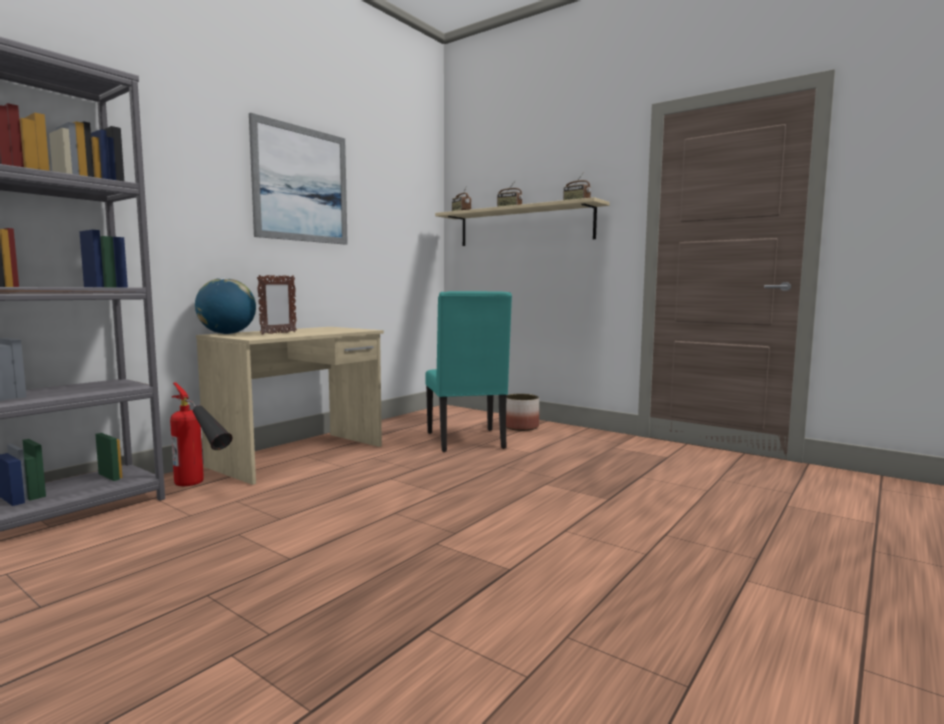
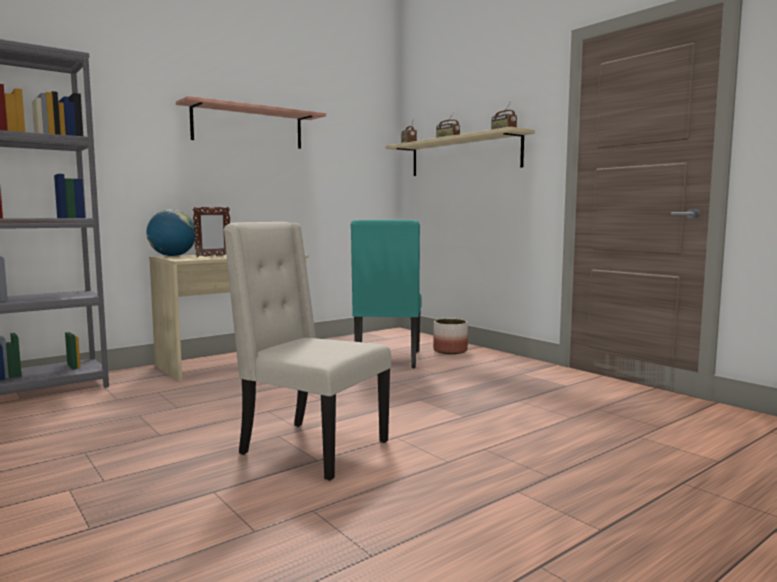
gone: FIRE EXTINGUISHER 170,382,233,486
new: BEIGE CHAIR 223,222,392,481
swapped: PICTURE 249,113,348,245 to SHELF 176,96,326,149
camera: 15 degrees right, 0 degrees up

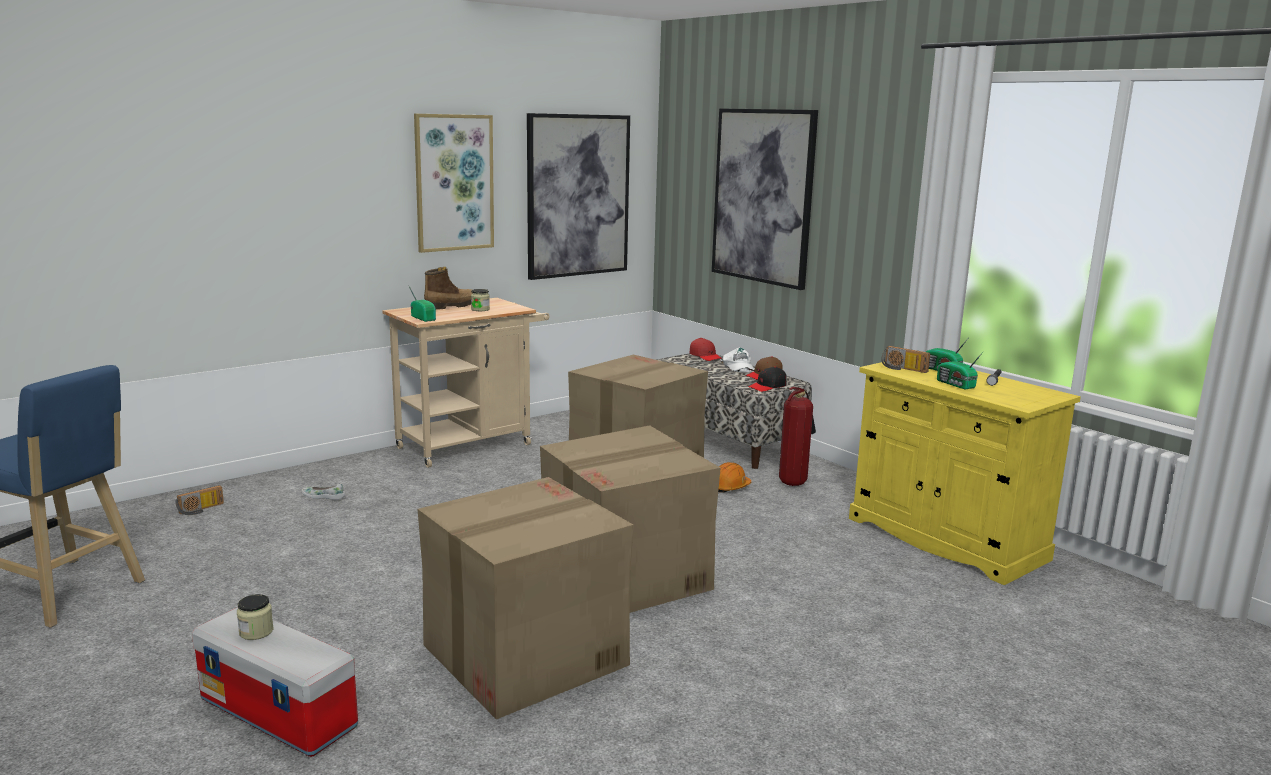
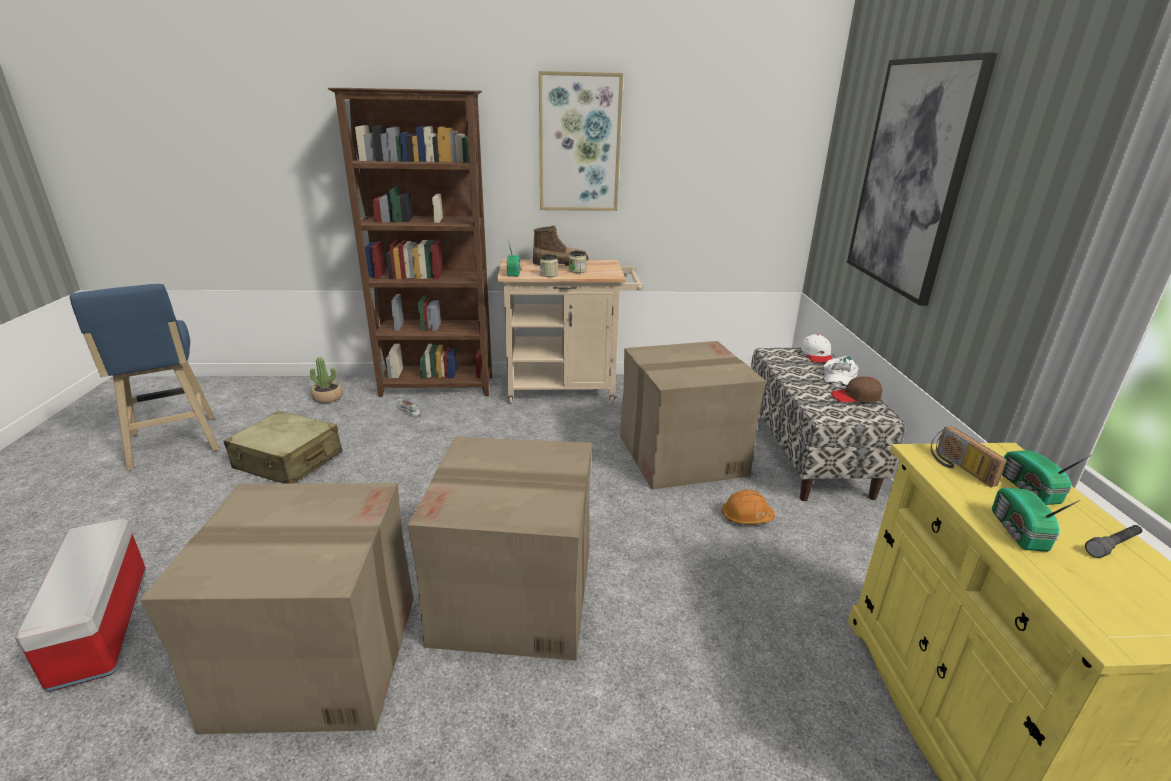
gone: PICTURE 527,113,630,280; BLACK CAP 748,367,787,392; FIRE EXTINGUISHER 779,387,816,486
new: BEIGE SUITCASE 224,411,342,484; BROWN BOOKCASE 328,88,492,397
shifted: JAR 237,594,274,640 to 540,254,558,277
swapped: RADIO 175,485,224,515 to POTTED PLANT 310,357,343,403
repainted: RED CAP 689,338,722,361 to WHITE CAP 801,334,832,362
camera: 35 degrees right, 10 degrees up

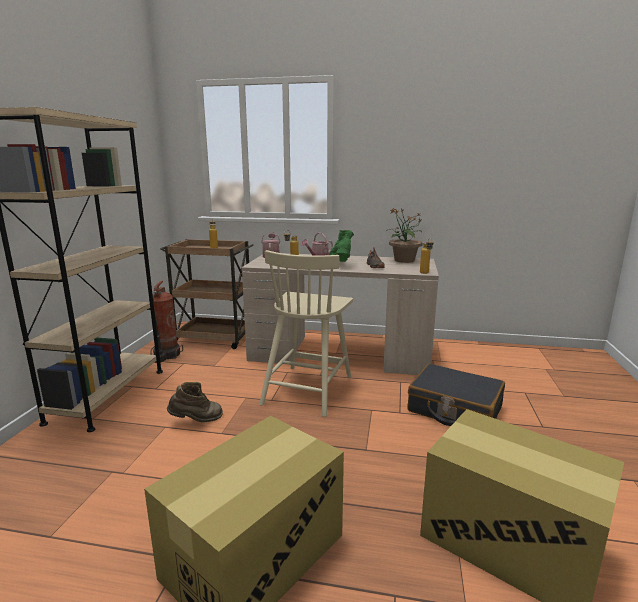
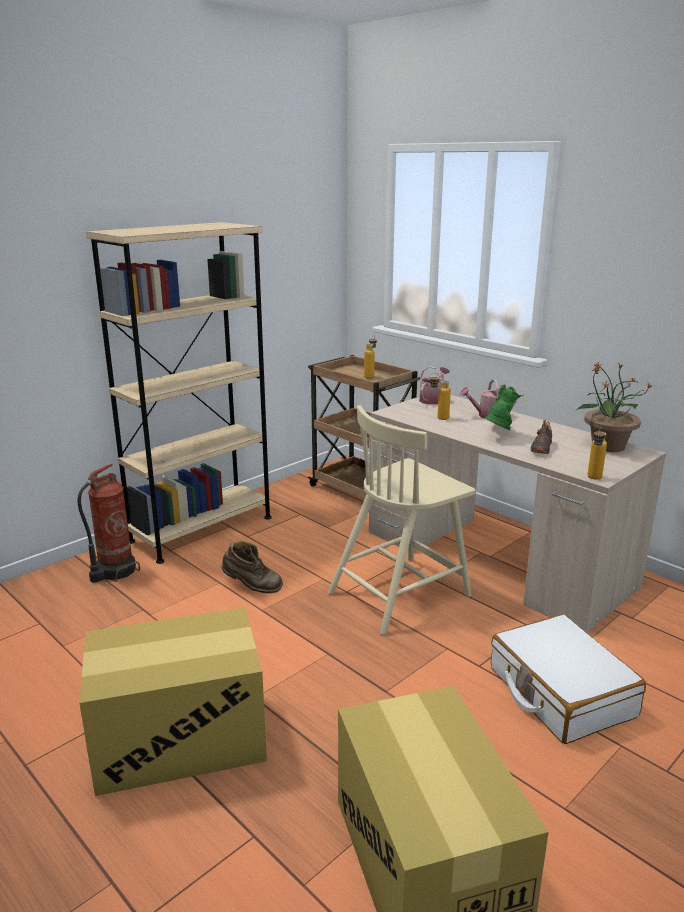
shifted: FIRE EXTINGUISHER 150,281,183,362 to 78,464,140,583
repainted: BLACK SUITCASE 408,363,505,426 to WHITE SUITCASE 491,614,646,744
camera: 35 degrees right, 5 degrees up

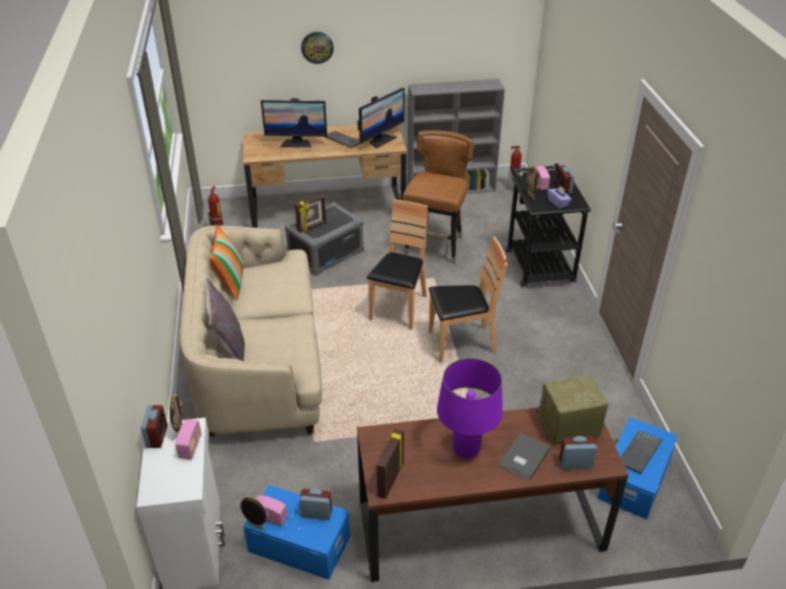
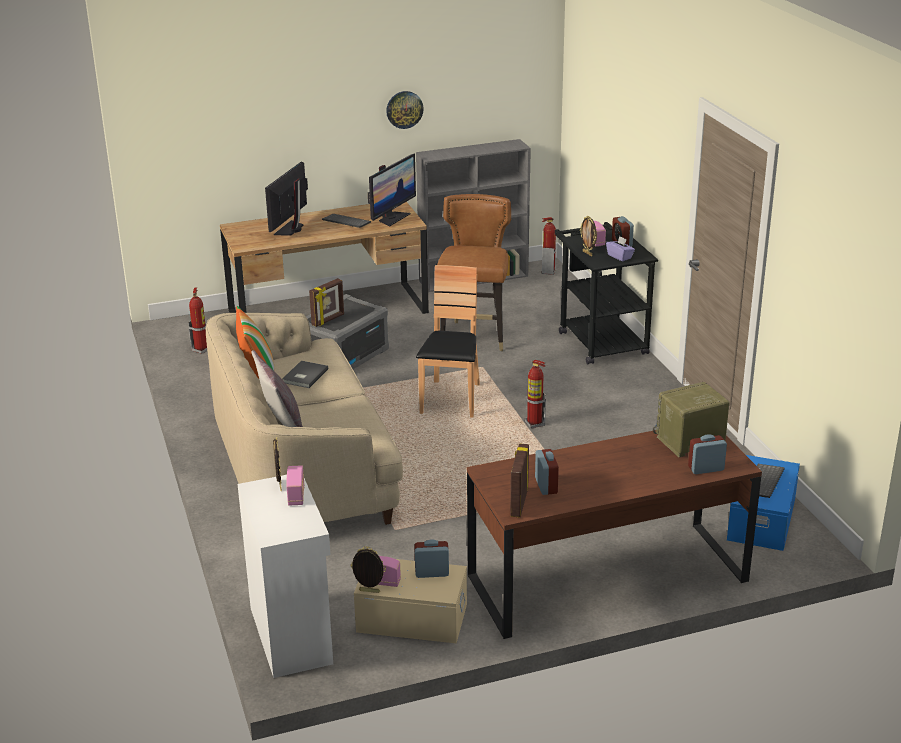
gone: PURPLE TABLE LAMP 437,358,503,459
shifted: GREY BOOK 499,433,550,480 to 283,361,328,388; WALL CLOCK 301,32,334,64 to 386,91,424,129; ALARM CLOCK 141,405,167,448 to 535,449,559,495
swapped: BROWN CHAIR 429,237,507,362 to FIRE EXTINGUISHER 524,360,546,429
repainted: BLUE STORAGE BOX 243,485,350,580 to BEIGE STORAGE BOX 354,559,467,644
rotated: MONITOR 261,98,327,147 = 265,162,308,235 120 degrees clockwise
camera: 10 degrees left, 10 degrees down

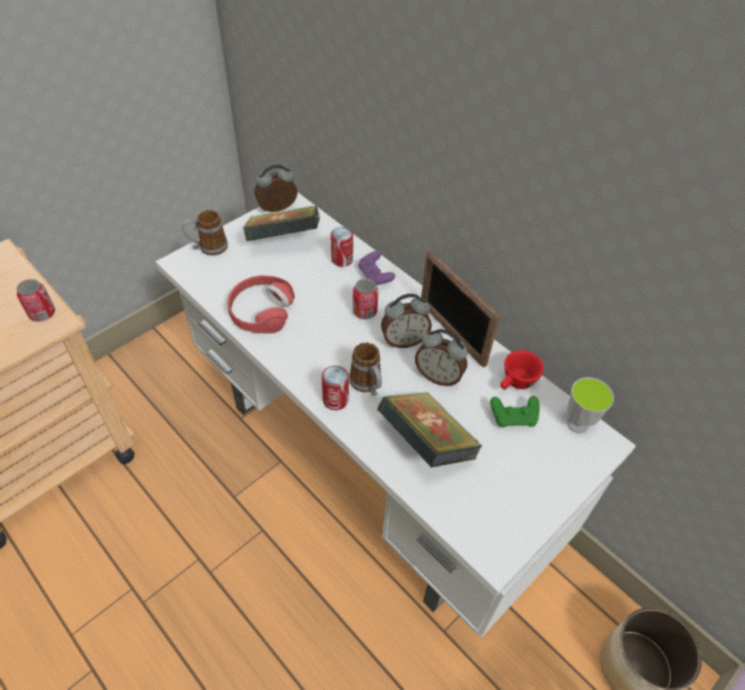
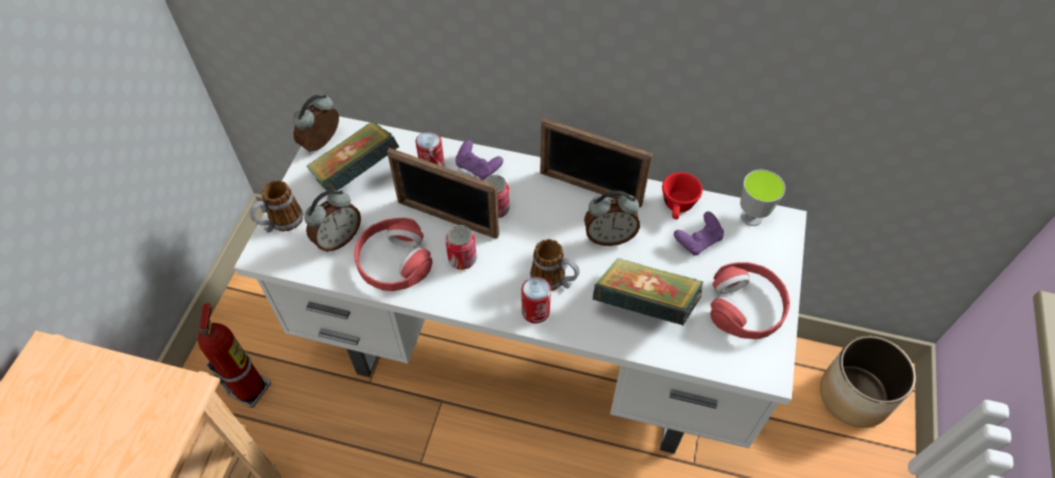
new: FIRE EXTINGUISHER 198,303,271,408; PICTURE FRAME 387,148,499,239; RED HEADPHONES 710,262,790,339
shifted: ALARM CLOCK 381,294,432,348 to 304,190,361,252; CAN 17,279,55,322 to 445,225,477,270
repainted: GREEN GAME CONTROLLER 490,396,540,428 to PURPLE GAME CONTROLLER 674,211,724,256
camera: 30 degrees left, 5 degrees up

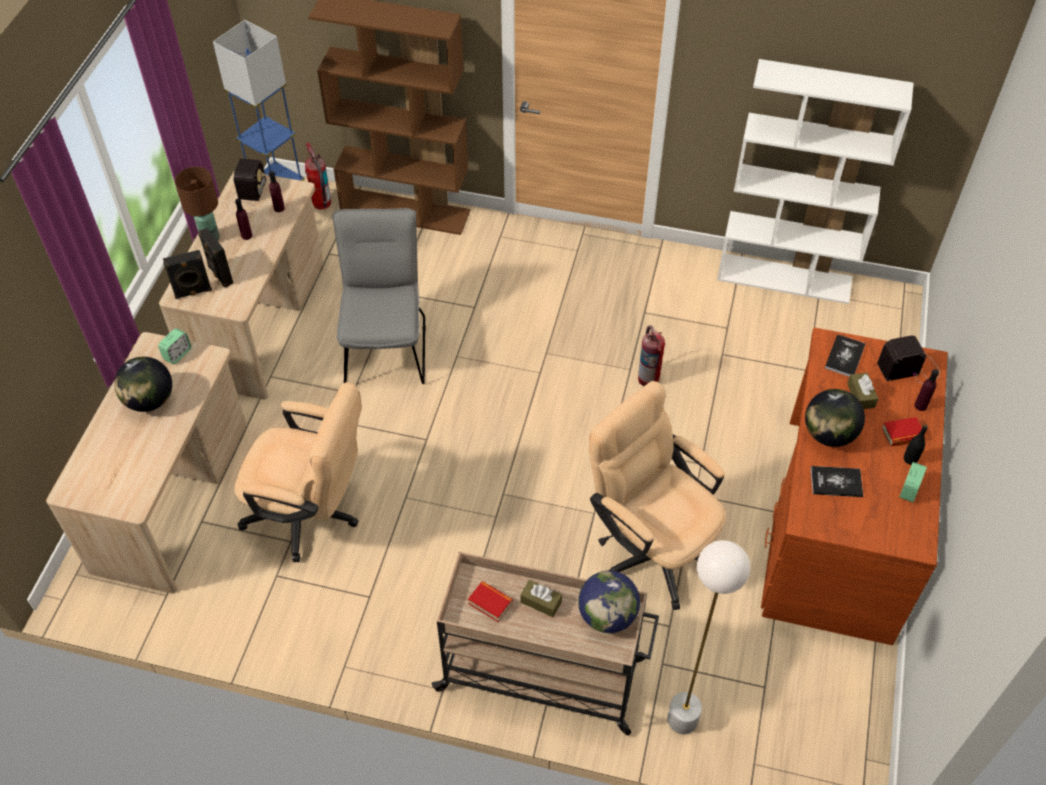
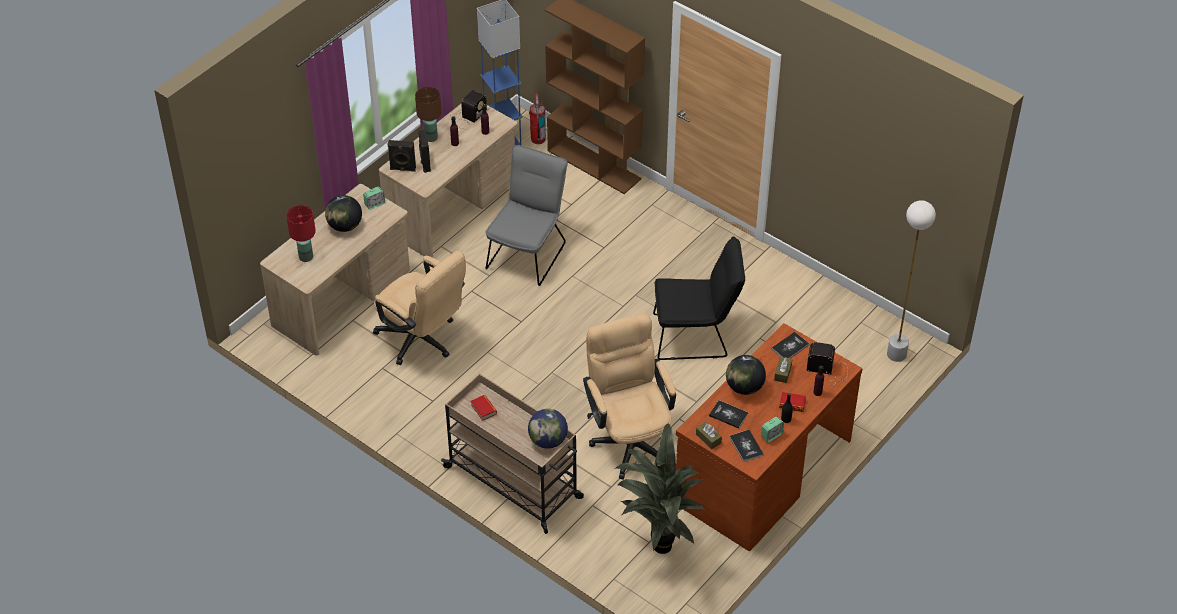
gone: WHITE BOOKCASE 717,59,914,304
new: RED TABLE LAMP 286,205,316,262; POTTED PLANT 614,423,706,554; BOOK 729,430,764,462
shifted: BROWN TISSUE BOX 520,580,562,617 to 696,422,722,449; WHITE FLOOR LAMP 667,540,750,734 to 887,200,936,362
swapped: FIRE EXTINGUISHER 638,325,665,386 to BLACK CHAIR 653,236,745,360
camera: 25 degrees right, 5 degrees down

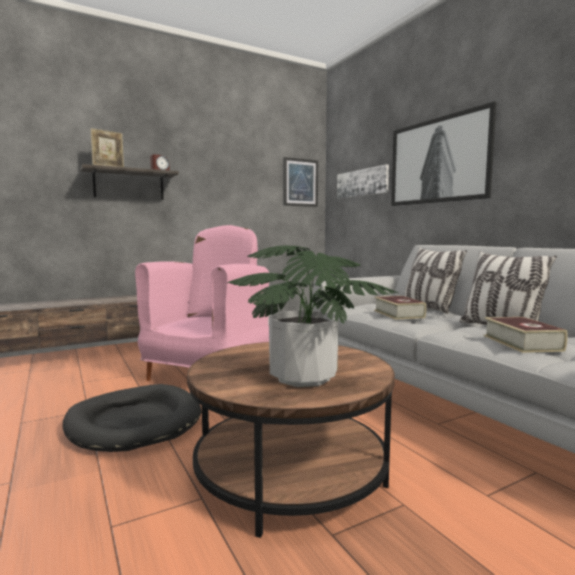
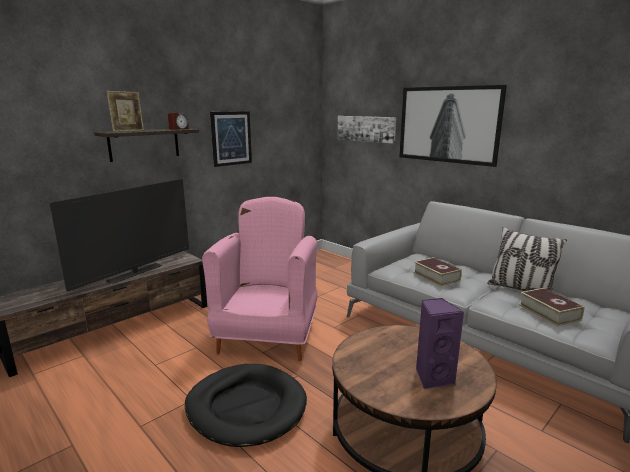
gone: PILLOW 404,247,467,314
new: TELEVISION 50,179,189,291
shifted: PICTURE 283,157,318,207 to 210,111,252,167
swapped: POTTED PLANT 227,245,399,387 to PURPLE SPEAKER 416,298,464,390
camera: 15 degrees left, 10 degrees up

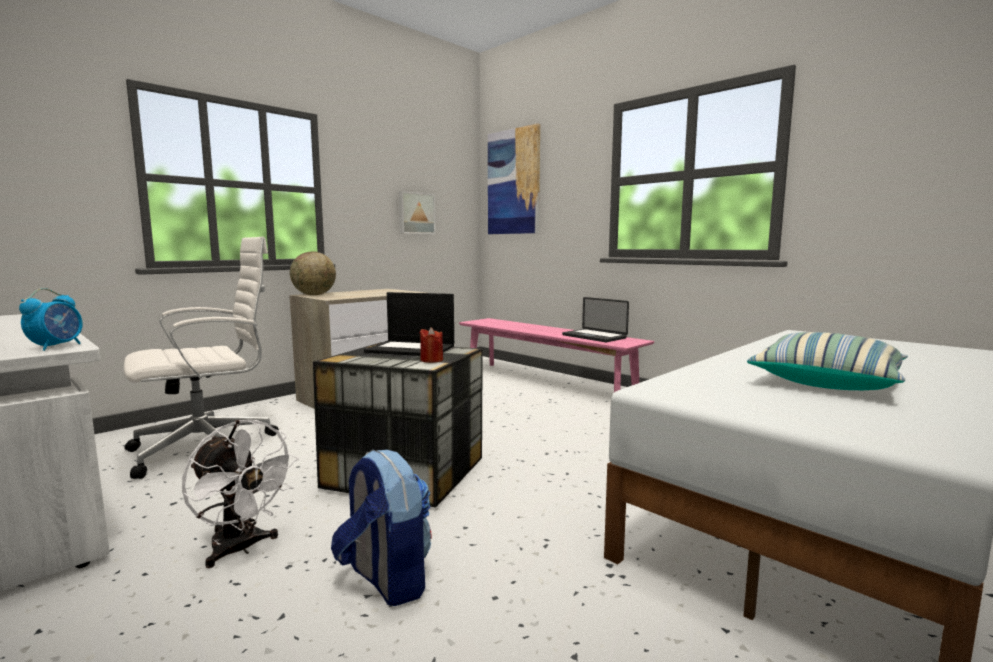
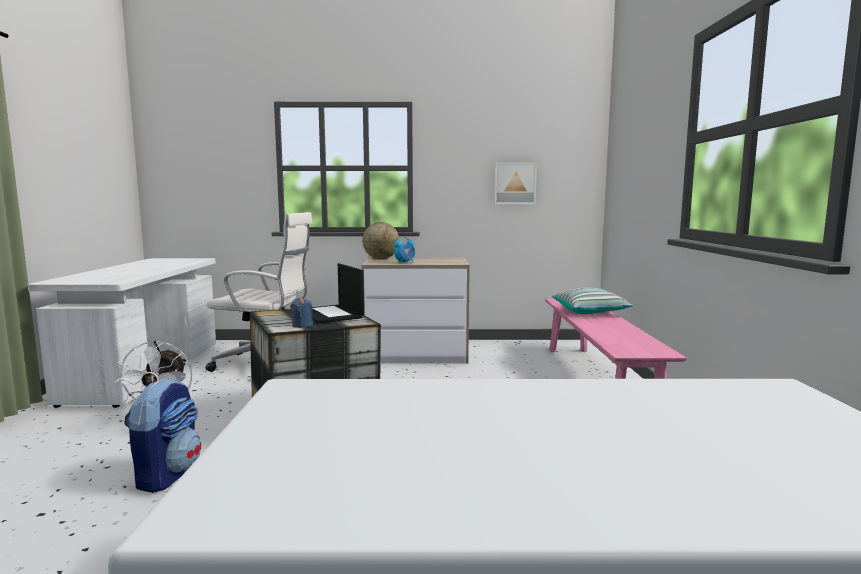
gone: PICTURE 488,123,540,234; LAPTOP 562,297,629,342
shifted: ALARM CLOCK 19,288,83,351 to 394,237,415,264; PILLOW 747,332,908,390 to 552,287,633,314
repainted: RED CANDLE 420,327,443,363 to BLUE CANDLE 290,297,313,328
camera: 45 degrees right, 0 degrees up

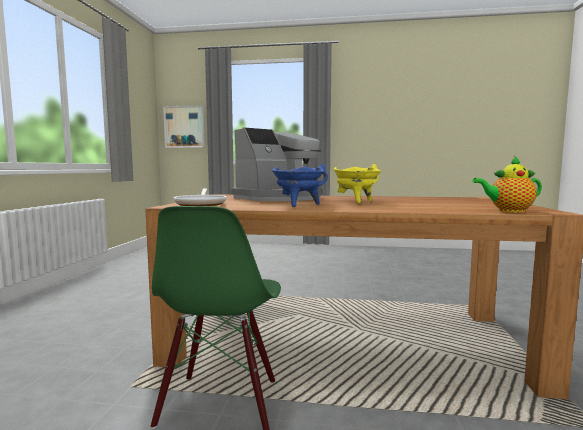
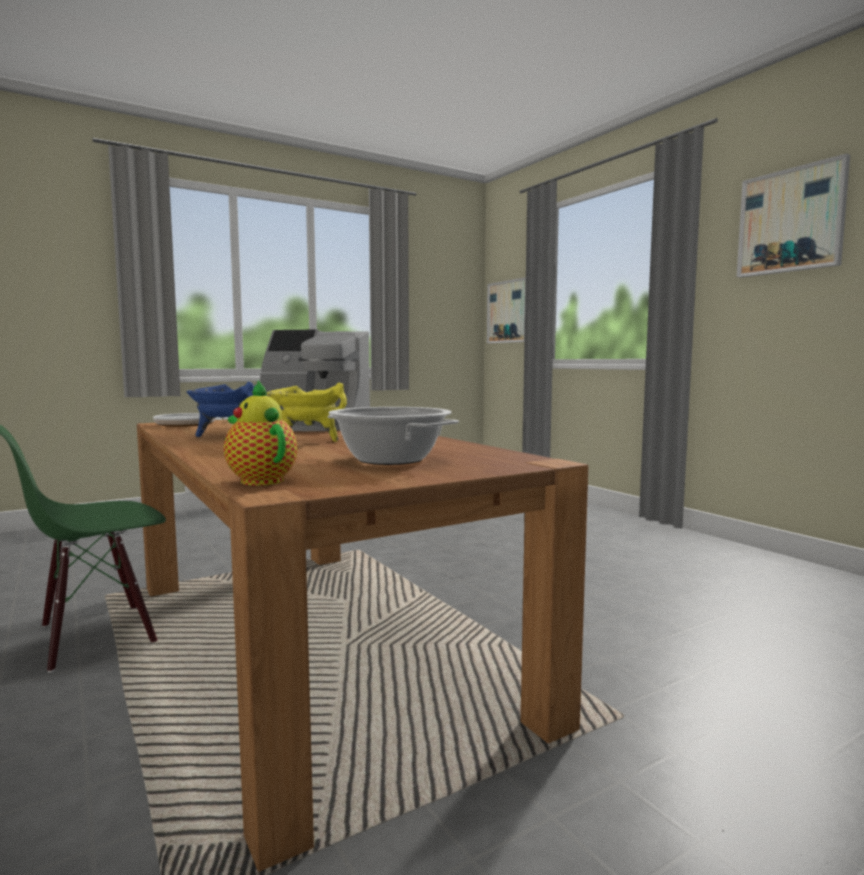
new: COOKING POT 328,407,459,465; PICTURE 737,153,850,278
camera: 50 degrees right, 0 degrees up

